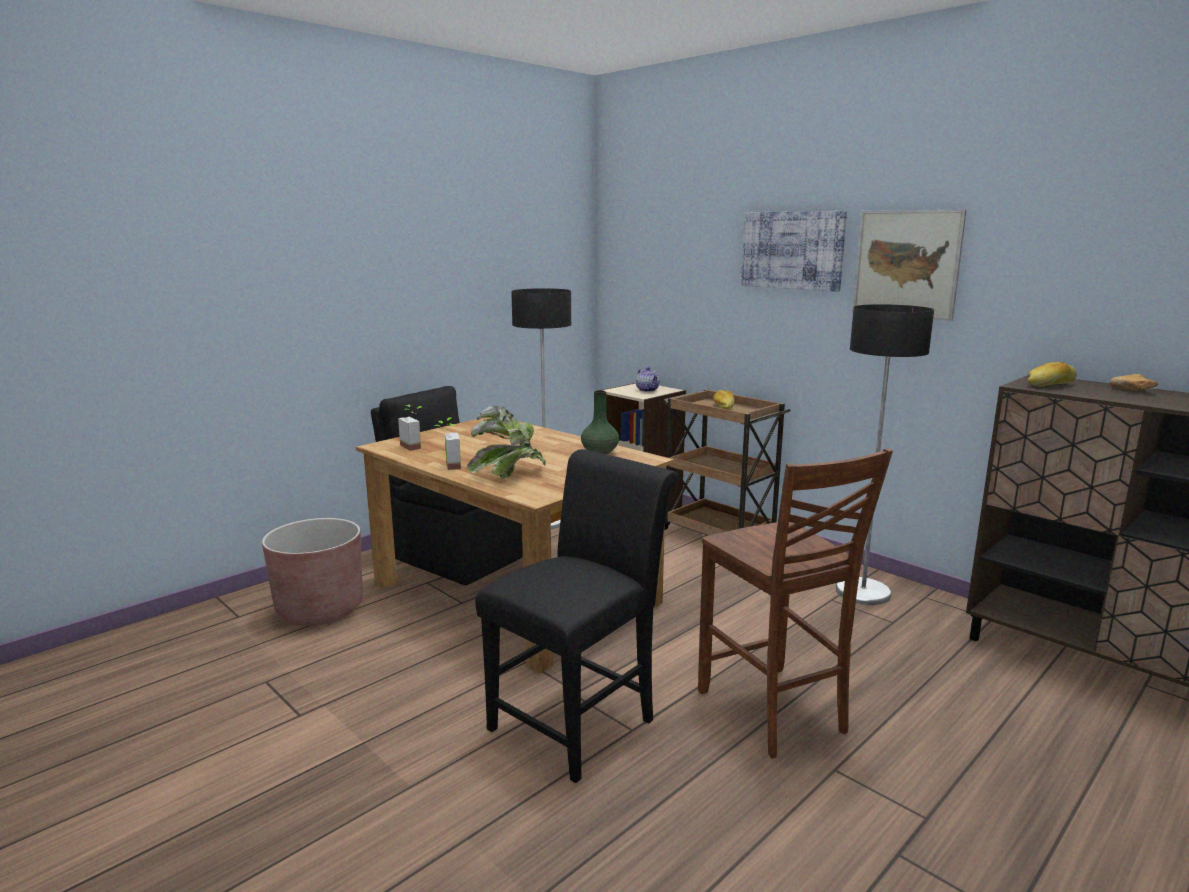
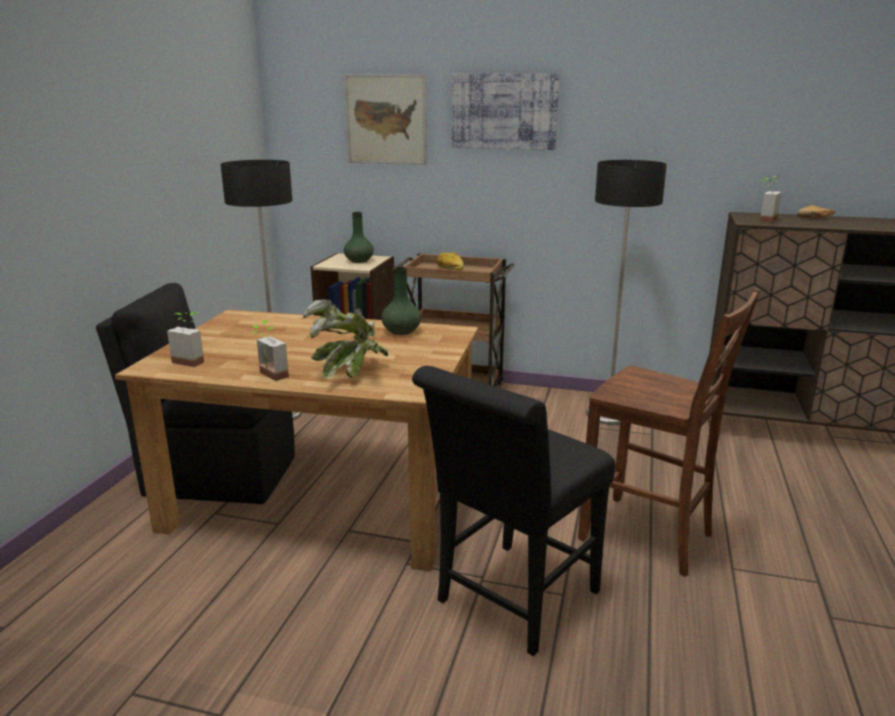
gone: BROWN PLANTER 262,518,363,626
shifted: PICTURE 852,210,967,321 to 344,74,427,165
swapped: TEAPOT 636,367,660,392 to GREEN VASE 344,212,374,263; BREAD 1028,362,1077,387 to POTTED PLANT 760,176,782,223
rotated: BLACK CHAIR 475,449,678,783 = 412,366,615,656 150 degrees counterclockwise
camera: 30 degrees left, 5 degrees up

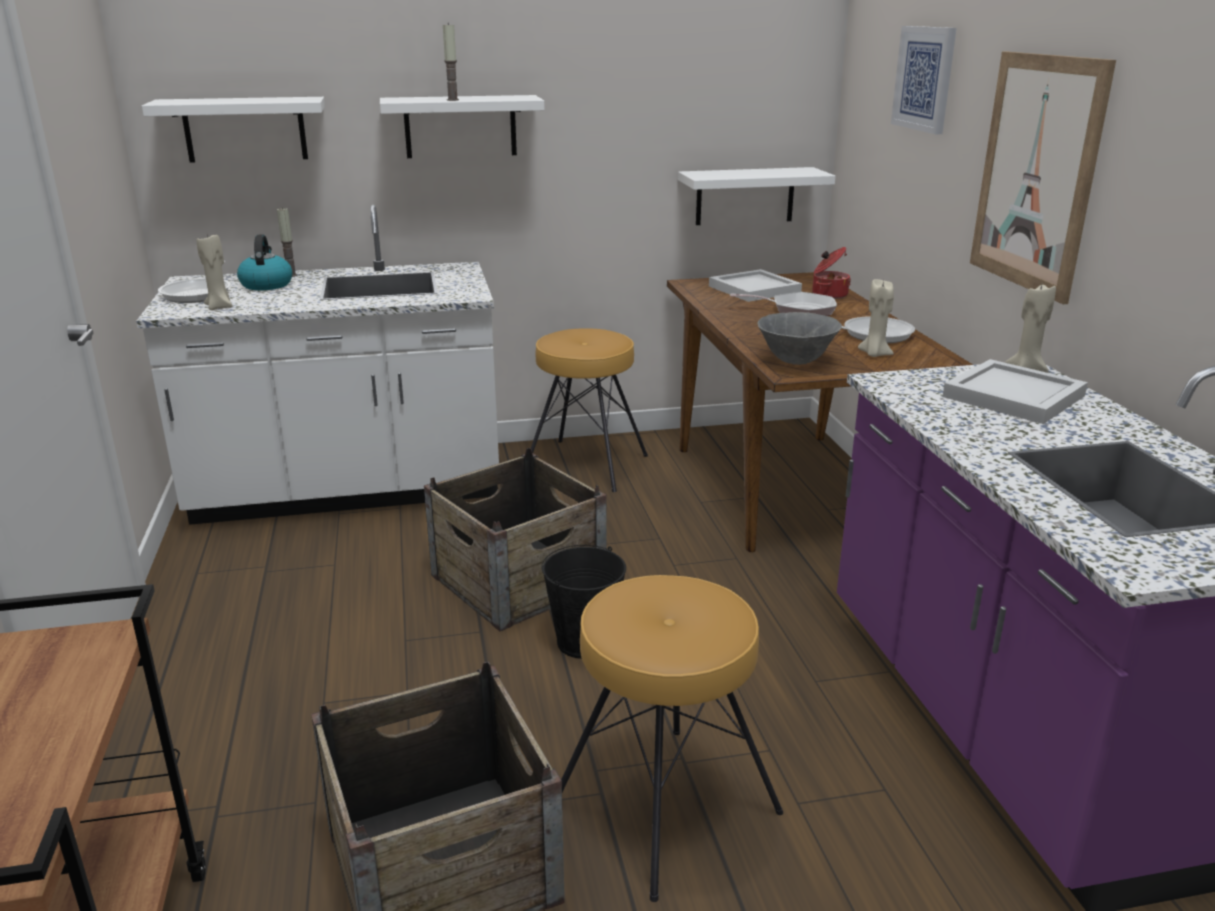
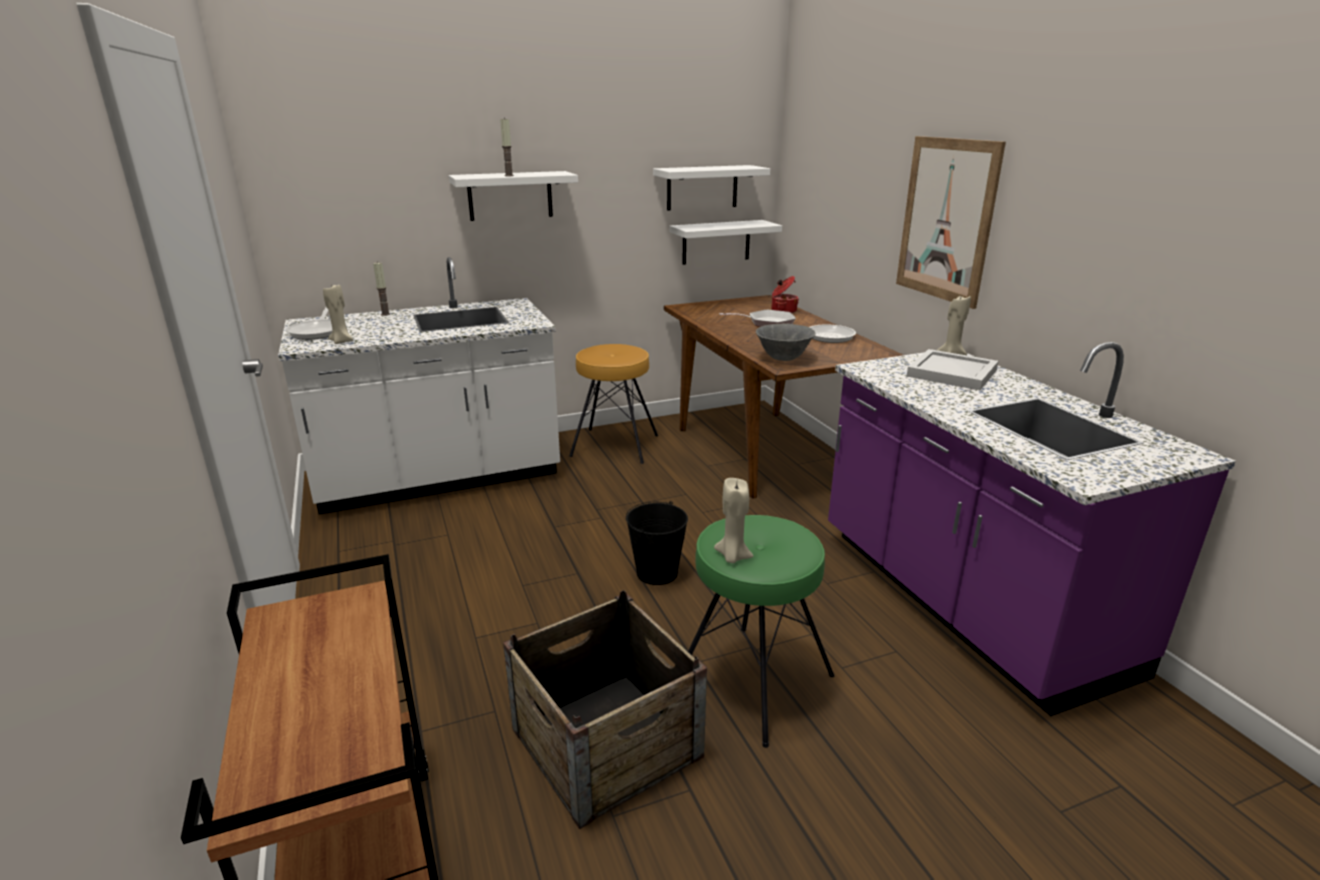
gone: KETTLE 237,234,292,290; CRATE 424,448,607,631; WHITE TRAY 709,269,802,302; PICTURE 891,26,957,134
shifted: WHITE SHELF 142,97,325,163 to 653,165,770,211; BEIGE CANDLE 858,279,894,357 to 714,478,754,563
repainted: BROWN STOOL 561,575,783,902 to GREEN STOOL 688,515,834,748
camera: 10 degrees left, 0 degrees up

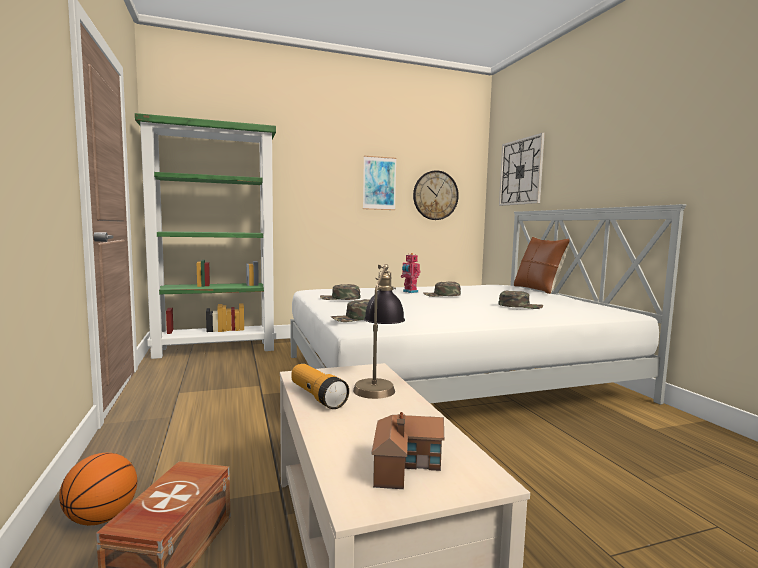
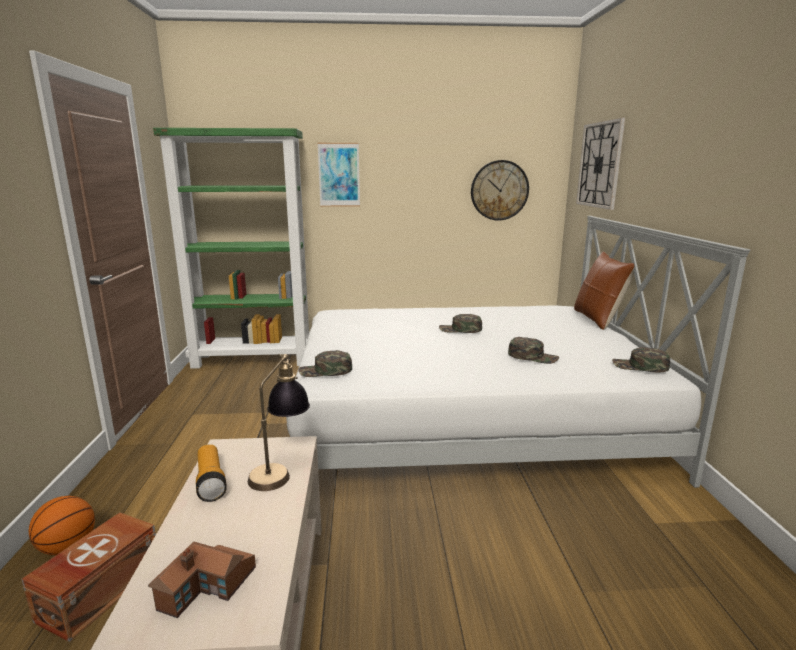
gone: TOY ROBOT 401,253,421,293
shifted: PICTURE 363,156,397,210 to 317,143,360,207; GREEN CAP 320,284,360,300 to 612,347,670,372
camera: 15 degrees right, 10 degrees up

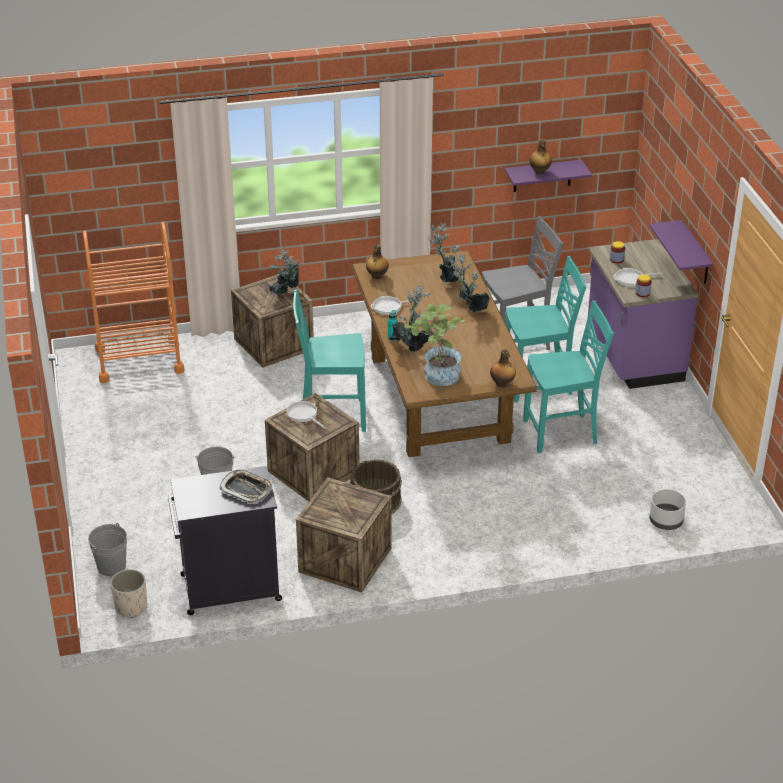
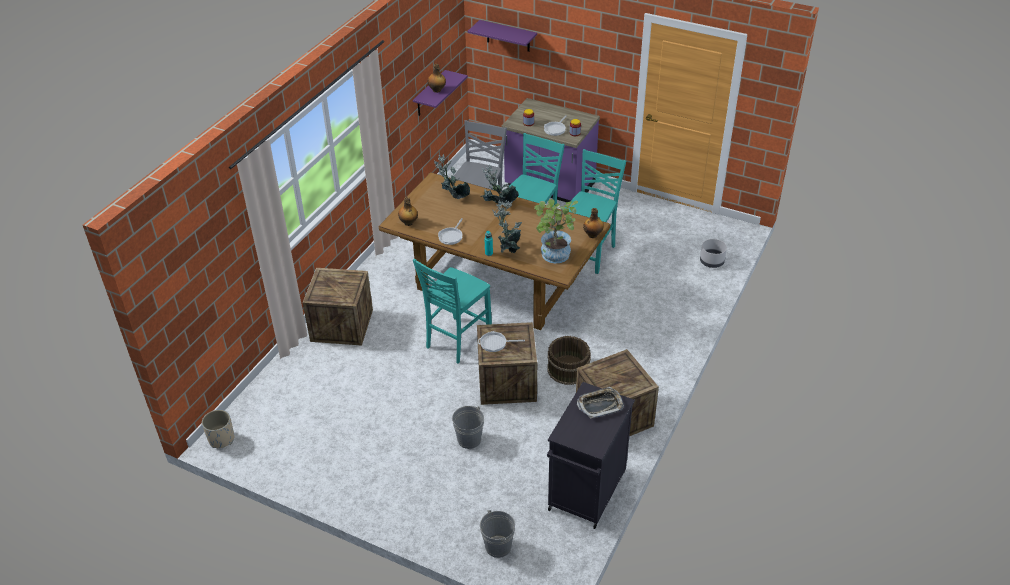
gone: ORANGE CART 83,222,184,383; POTTED PLANT 269,249,299,295
shifted: BEIGE PLANTER 110,569,147,618 to 202,410,234,448; PURPLE SHELF 649,220,714,284 to 468,20,537,52
camera: 50 degrees left, 5 degrees up

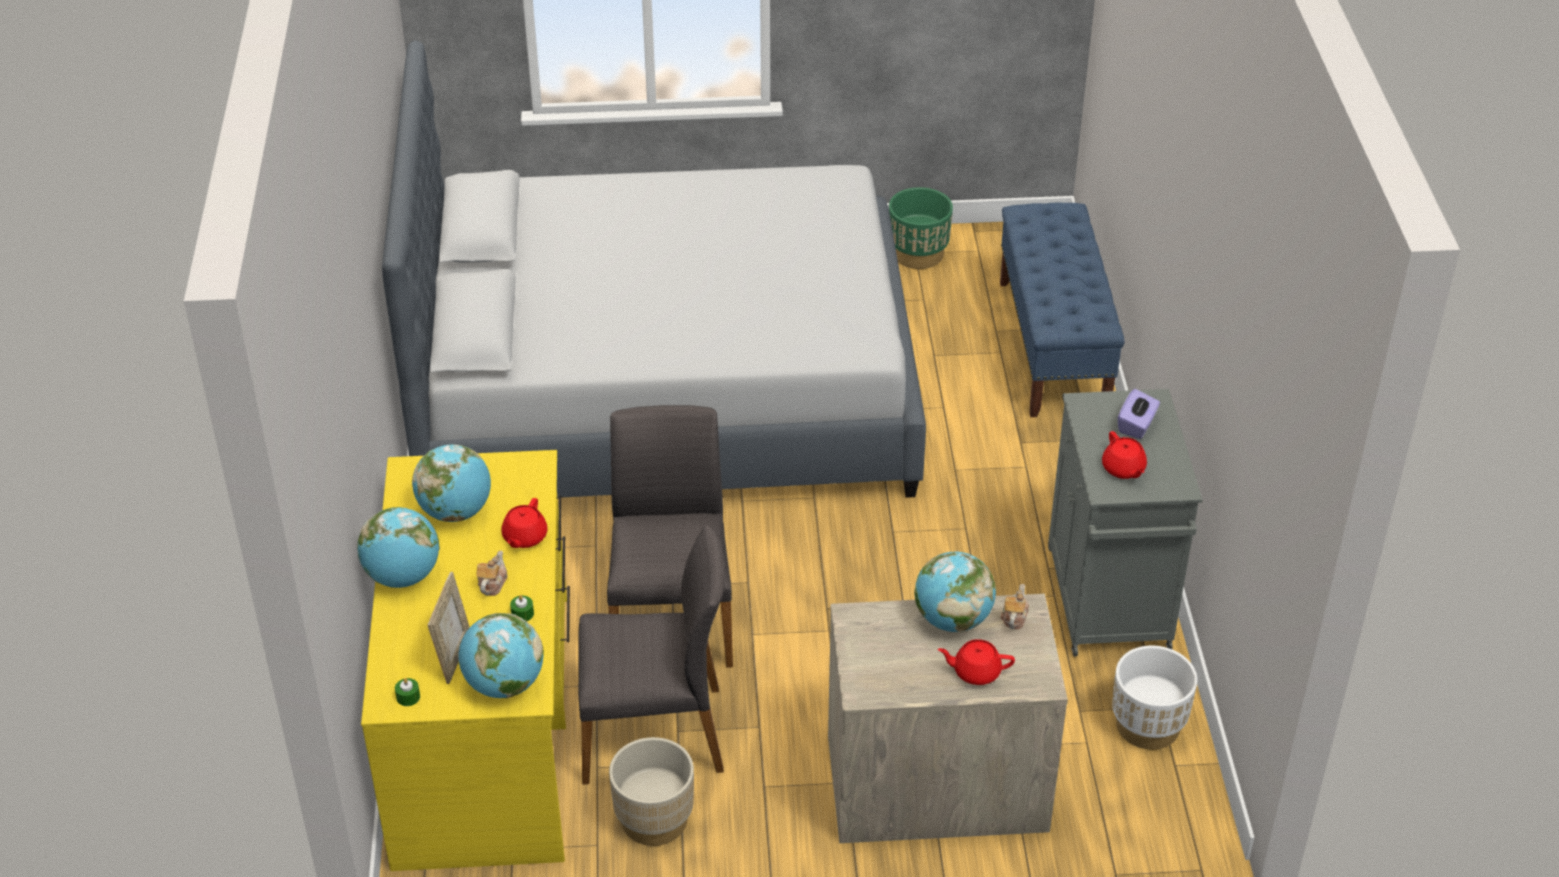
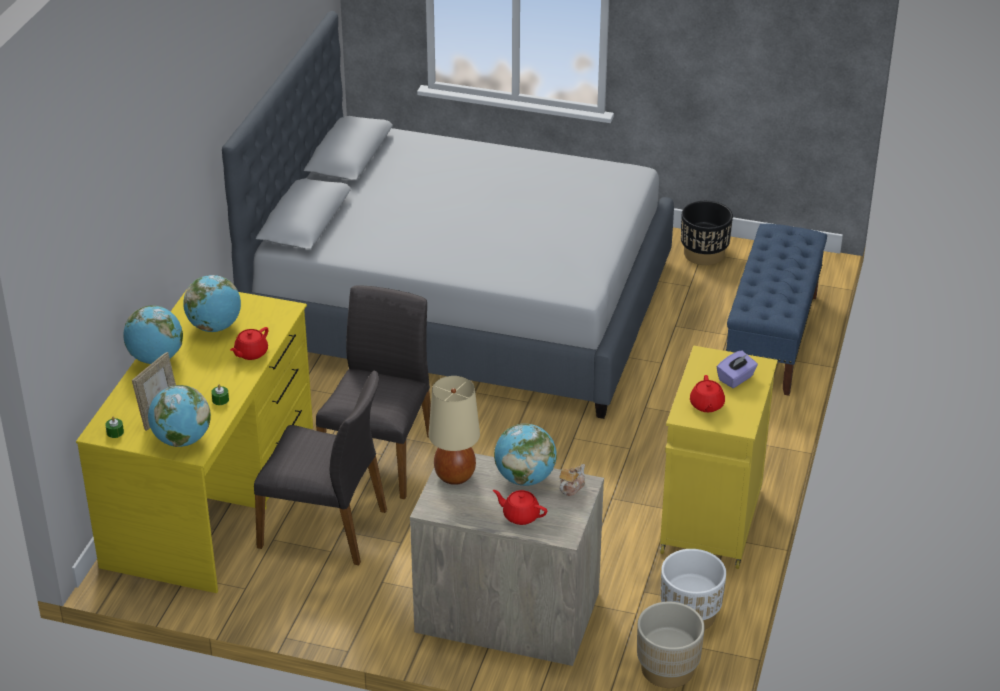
gone: TEAPOT 477,550,508,596
new: BEIGE TABLE LAMP 429,376,480,485
shifted: BEIGE PLANTER 609,737,694,846 to 637,602,705,688
repainted: GREY CABINET 1048,389,1202,656 to YELLOW CABINET 660,346,778,569; GREEN PLANTER 889,187,953,269 to BLACK PLANTER 681,201,733,265
camera: 20 degrees right, 5 degrees down

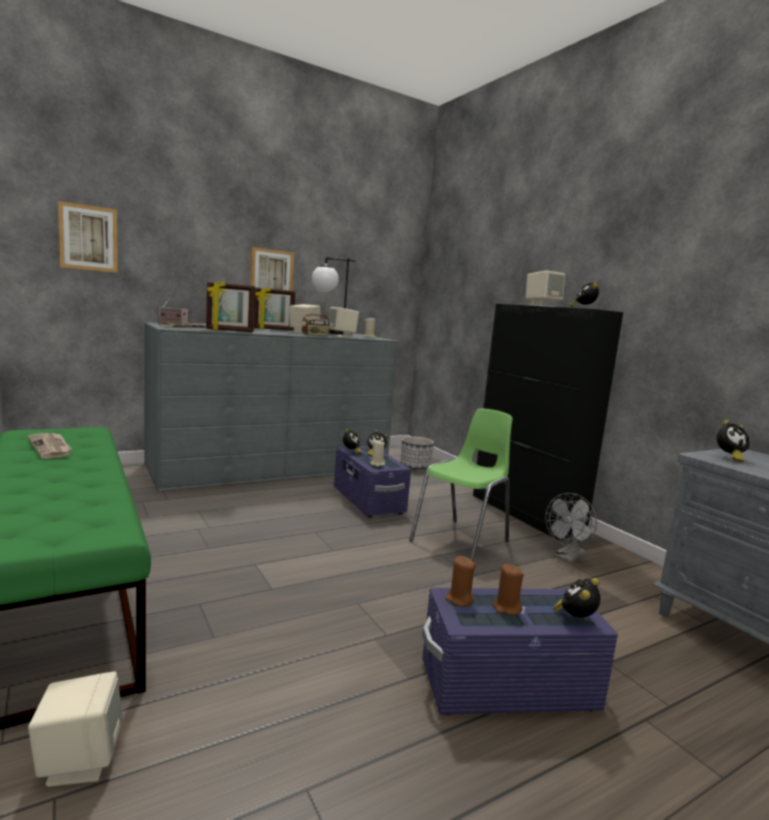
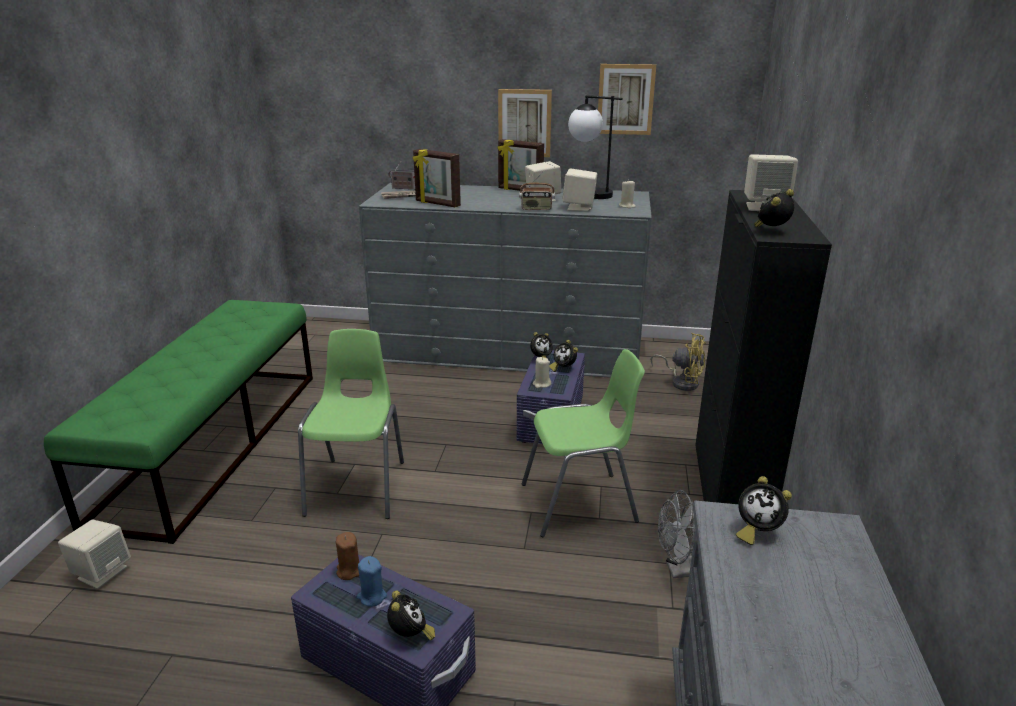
gone: NEWSPAPER 28,433,72,459
new: GREEN CHAIR 298,329,404,519
shifted: PICTURE 58,201,118,273 to 598,64,656,135
swapped: PLANTER 400,437,434,470 to YELLOW FAN 650,333,706,391
repainted: BROWN CANDLE 492,564,524,615 to BLUE CANDLE 357,556,387,607
rotated: ALARM CLOCK 553,578,600,617 = 387,591,435,640 90 degrees clockwise
camera: 40 degrees right, 15 degrees up

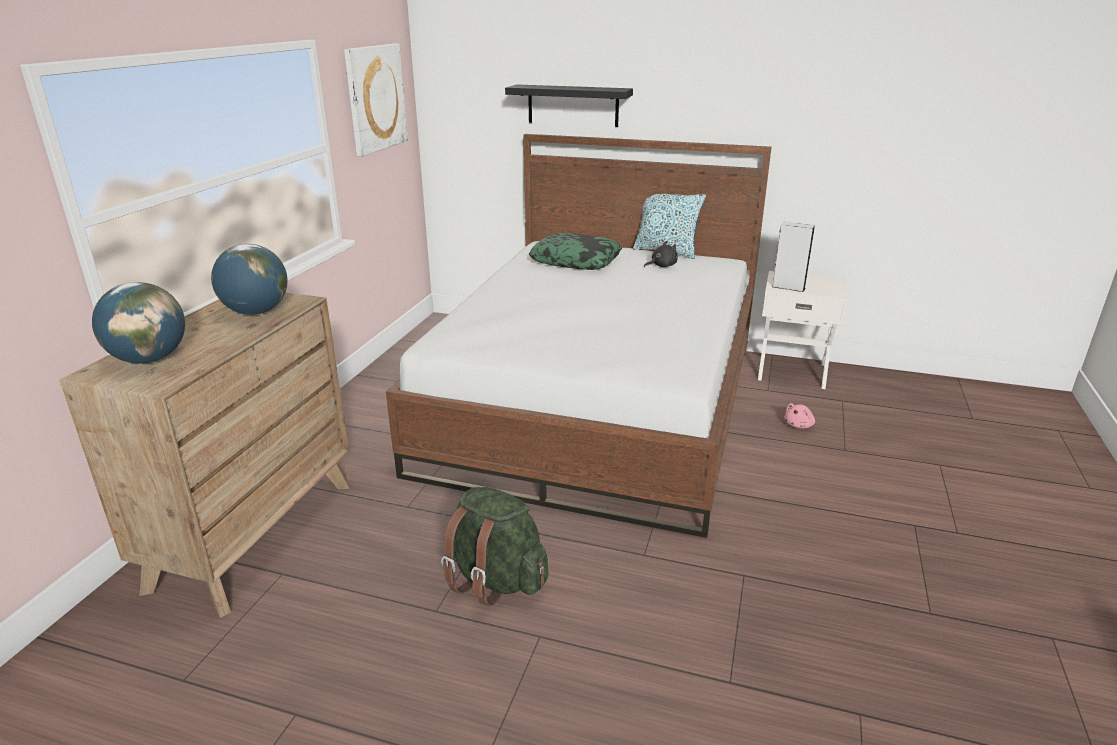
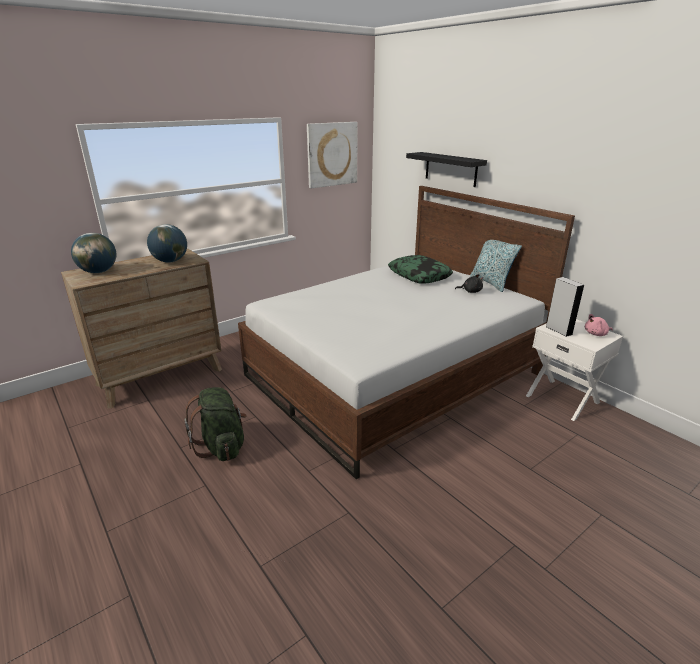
shifted: PINK PLUSH TOY 784,403,815,429 to 585,314,613,336
camera: 35 degrees right, 0 degrees up

